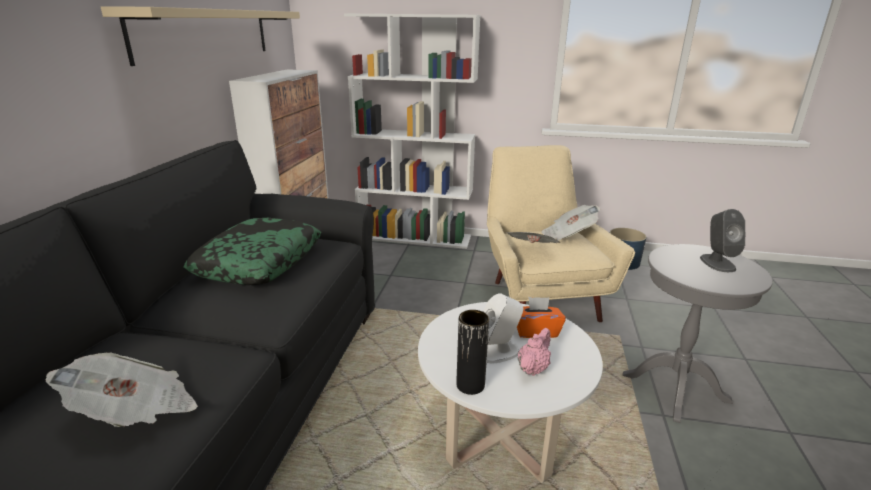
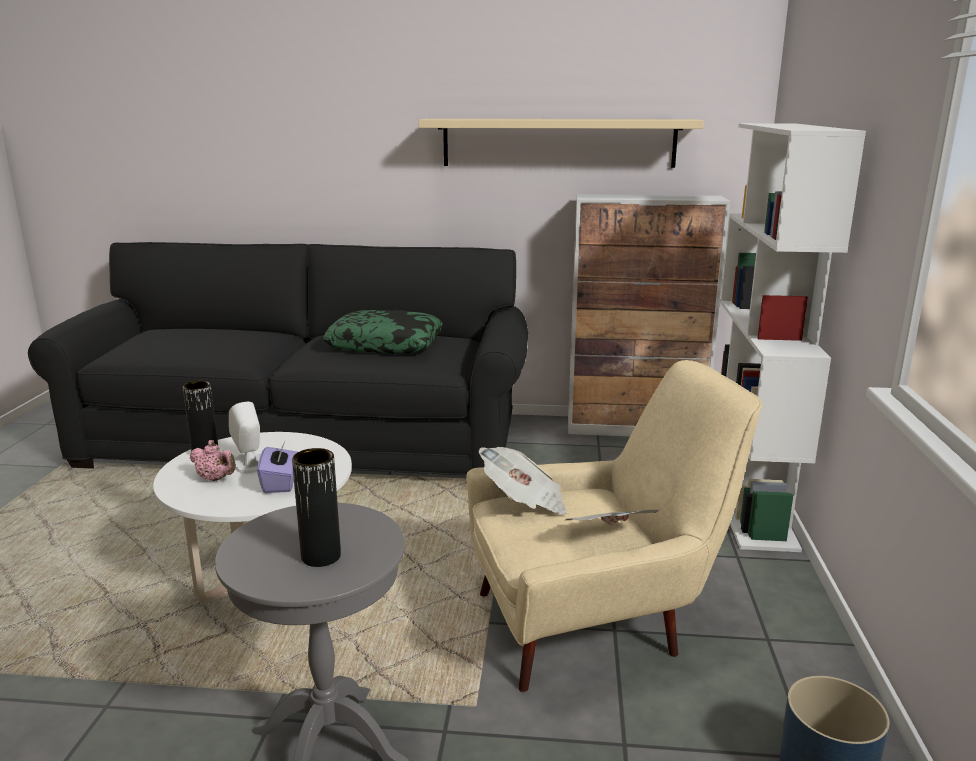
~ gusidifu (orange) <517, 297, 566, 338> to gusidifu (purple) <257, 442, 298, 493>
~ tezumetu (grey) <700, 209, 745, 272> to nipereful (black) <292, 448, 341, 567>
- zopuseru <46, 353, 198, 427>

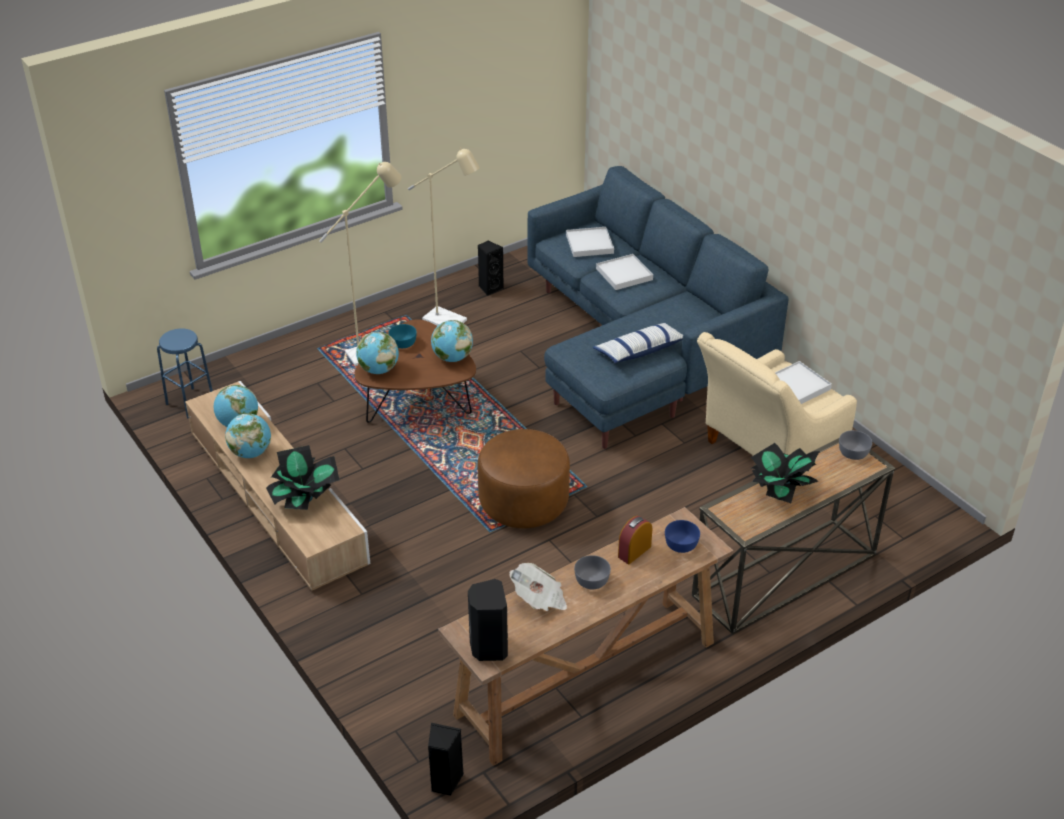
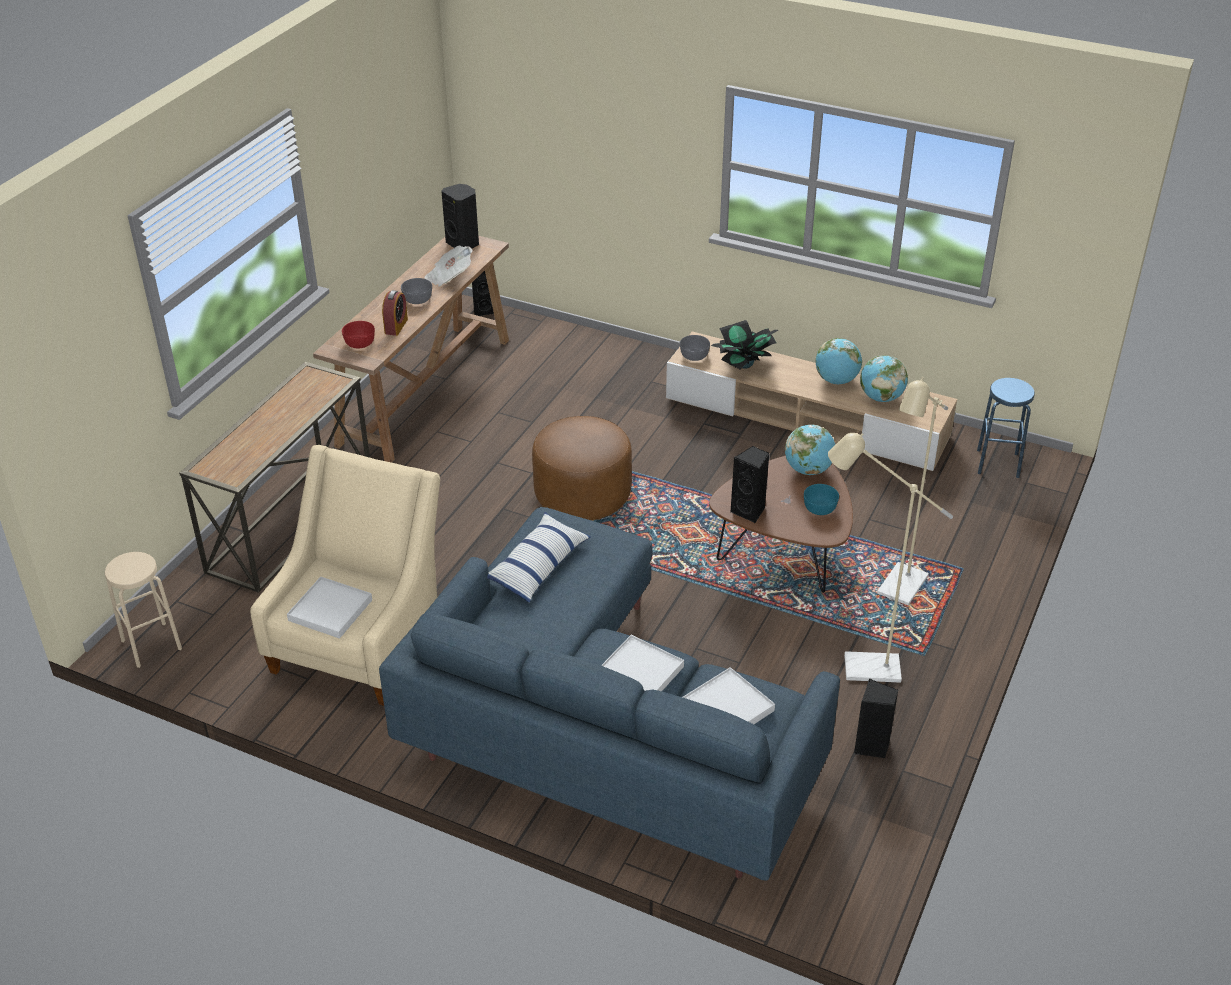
+ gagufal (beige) <105, 552, 182, 668>
~ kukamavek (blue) <665, 520, 700, 553> to kukamavek (red) <342, 321, 375, 349>
~ kukamavek (grey) <839, 430, 872, 460> to <680, 335, 710, 361>
~ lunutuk <431, 320, 473, 362> to tezumetu (black) <730, 446, 770, 523>
- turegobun <750, 443, 820, 503>

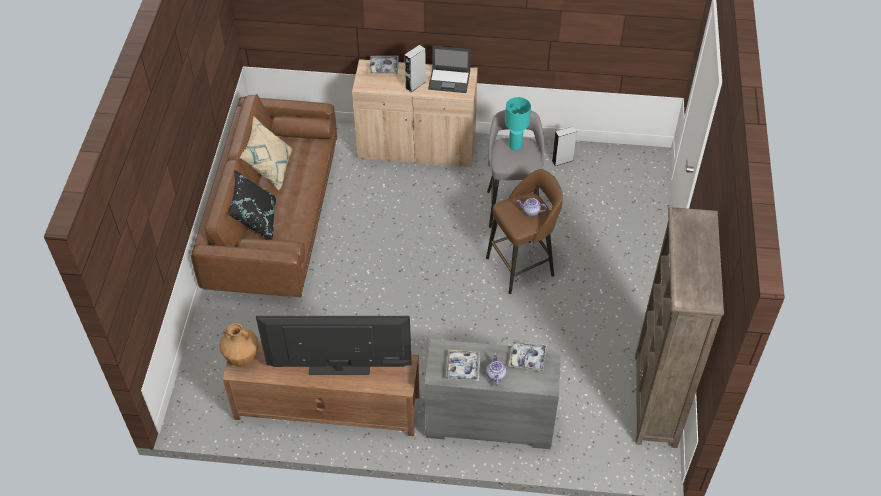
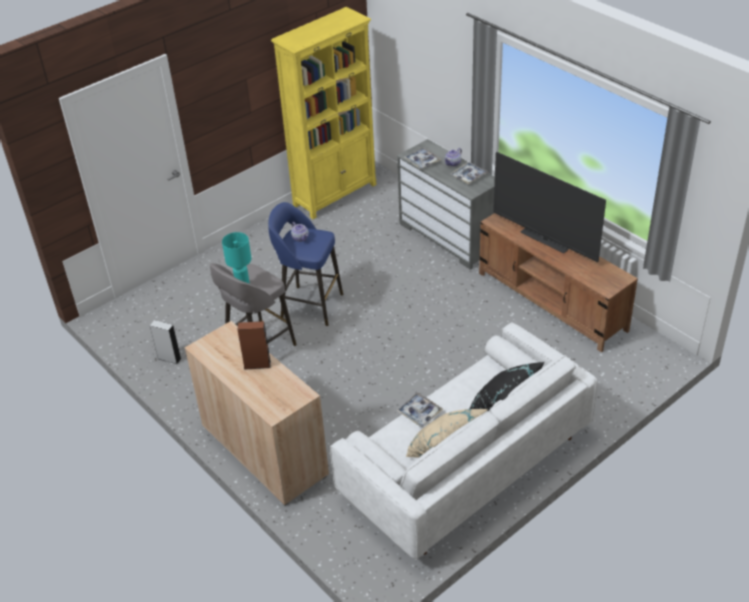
~ tezumetu (grey) <404, 45, 426, 92> to tezumetu (brown) <238, 321, 271, 370>
~ gagufal (brown) <486, 169, 563, 294> to gagufal (blue) <268, 202, 343, 326>
~ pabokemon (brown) <635, 207, 724, 448> to pabokemon (yellow) <271, 7, 376, 219>
~ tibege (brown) <191, 94, 337, 297> to tibege (white) <330, 322, 598, 560>
~ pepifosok <369, 56, 399, 74> to <396, 393, 443, 427>
- nipereful (brown) <219, 323, 259, 367>
- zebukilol <428, 46, 471, 93>

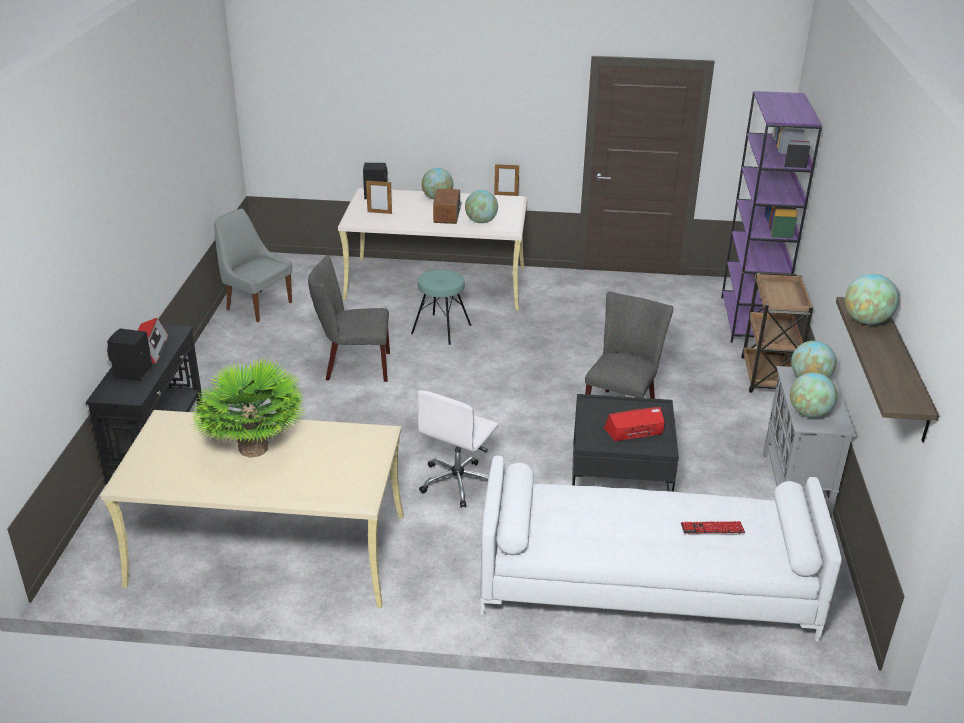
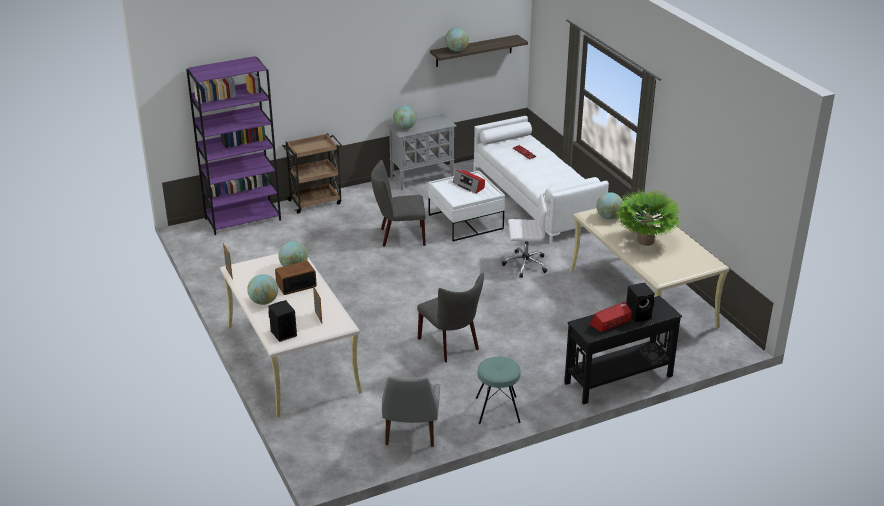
~ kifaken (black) <572, 394, 679, 492> to kifaken (white) <428, 171, 505, 242>
~ gagufal (turquoise) <411, 269, 471, 345> to <476, 356, 521, 424>
~ lunutuk <790, 372, 837, 418> to <596, 192, 623, 220>

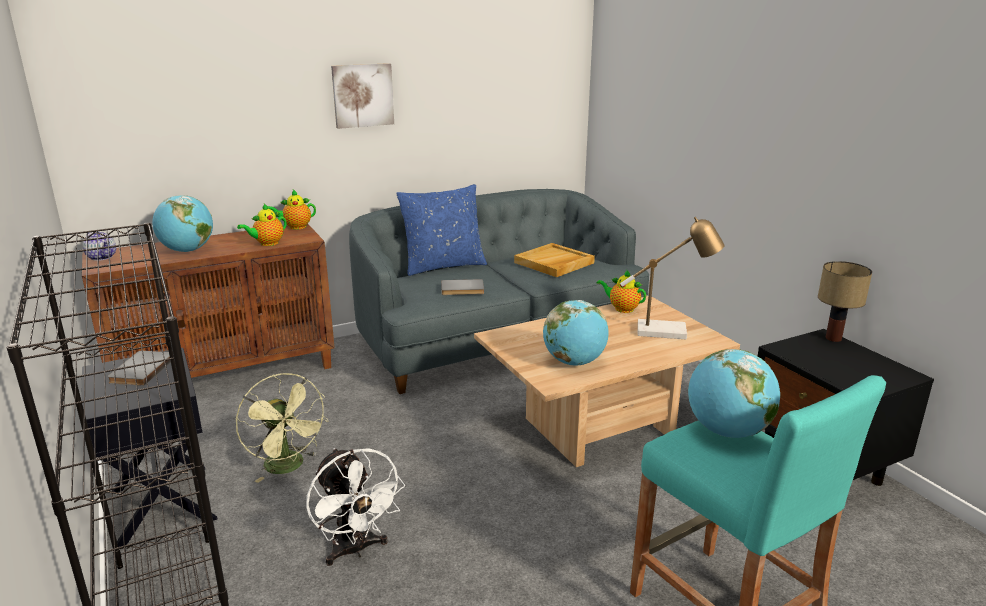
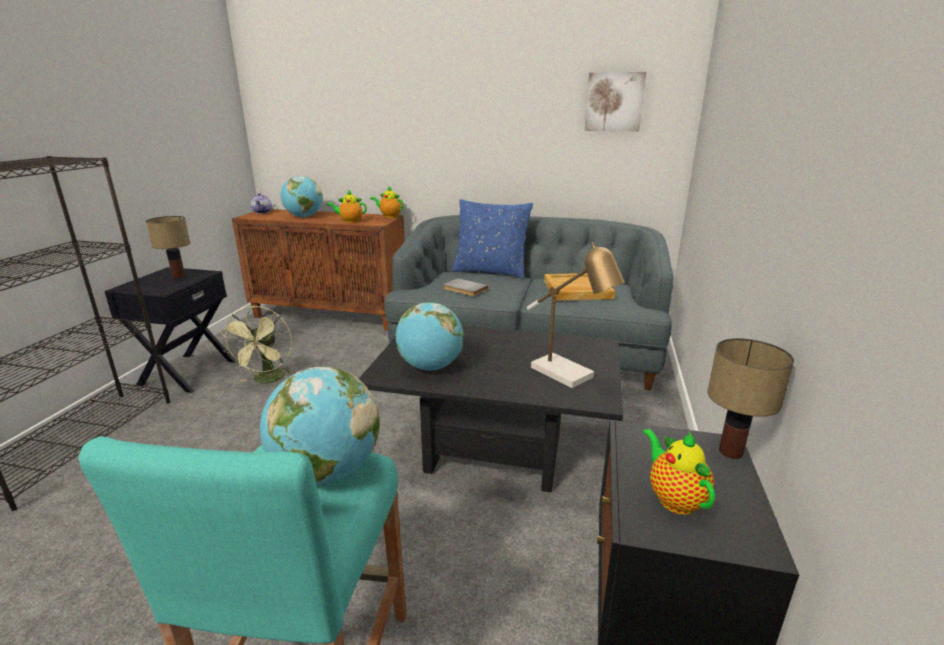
~ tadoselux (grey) <107, 351, 171, 386> to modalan <146, 216, 190, 278>
~ kifaken (beige) <474, 296, 740, 467> to kifaken (black) <359, 325, 623, 492>
~ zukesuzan <331, 63, 394, 129> to <585, 72, 646, 131>
~ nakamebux <597, 269, 646, 313> to <643, 429, 715, 515>
- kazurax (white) <306, 448, 405, 566>

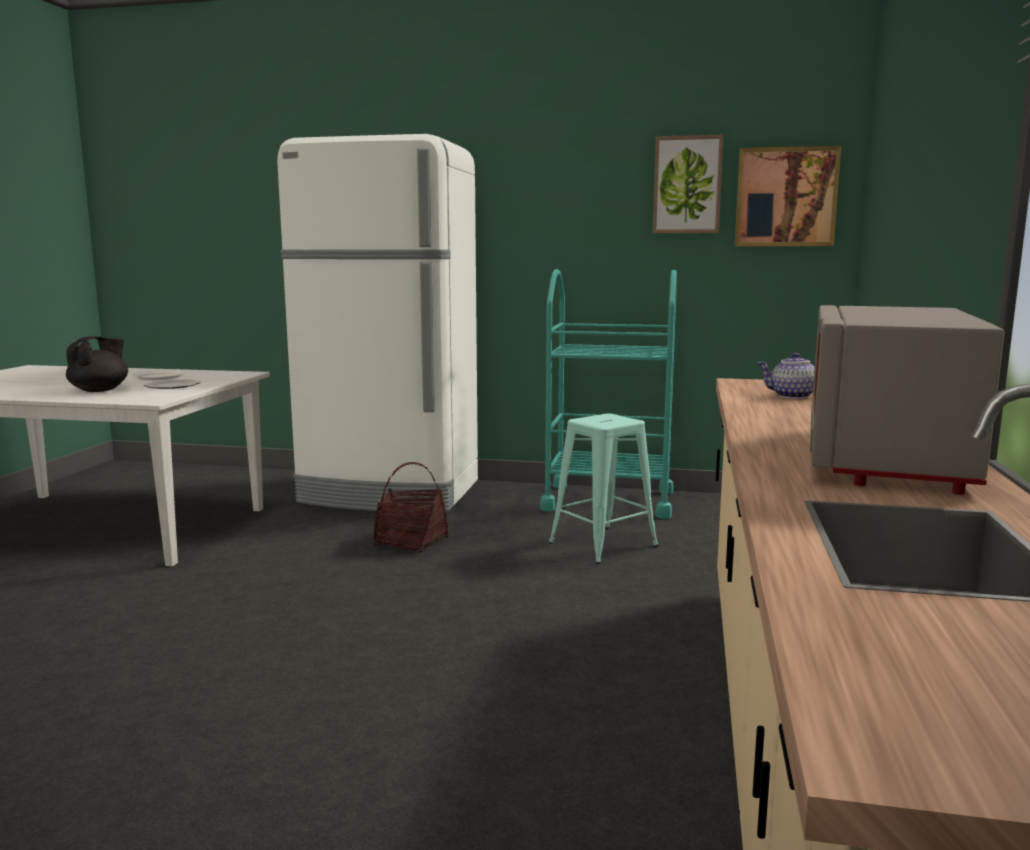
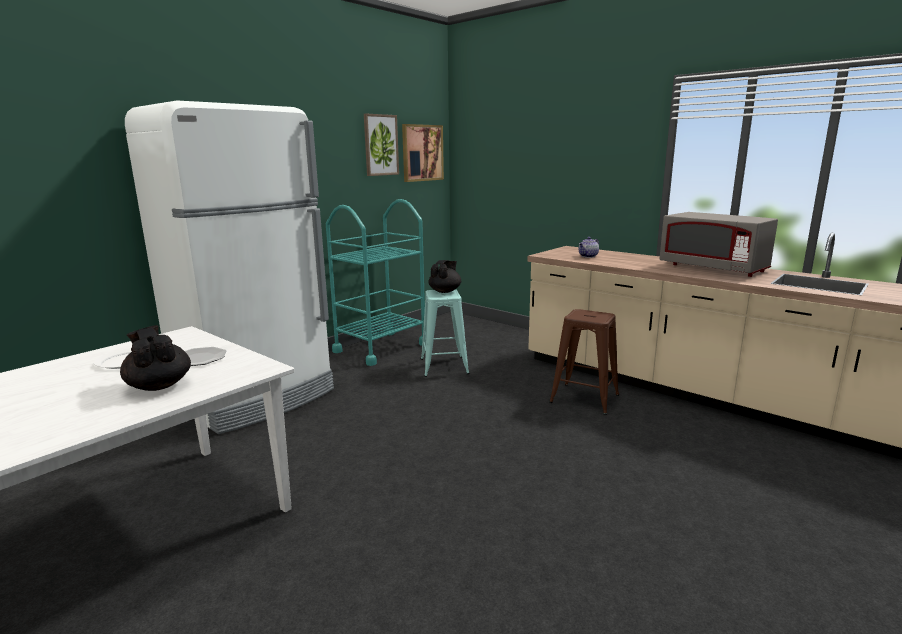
+ nakamebux (black) <429, 260, 461, 293>
+ gagufal (brown) <549, 309, 619, 415>
- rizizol <373, 462, 448, 553>

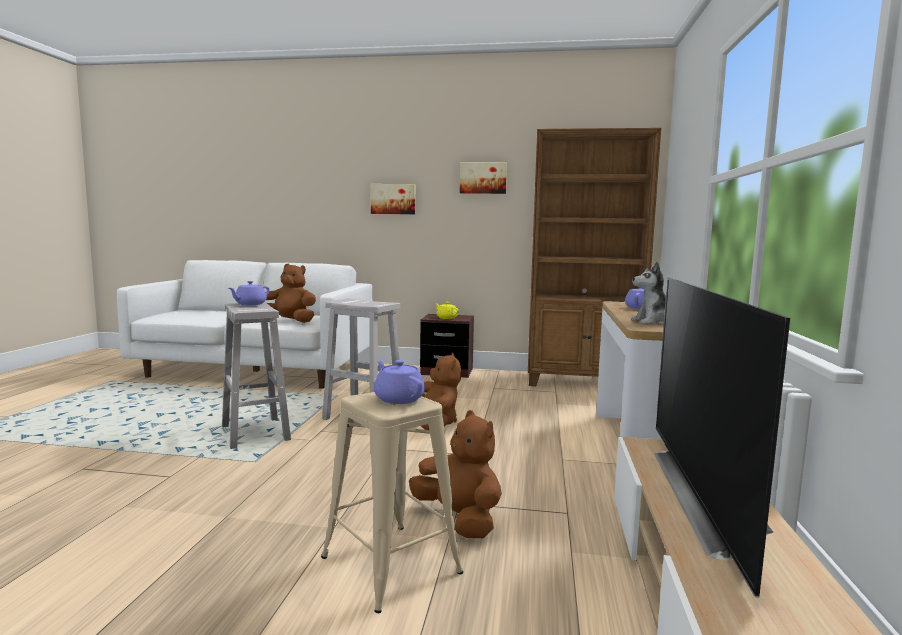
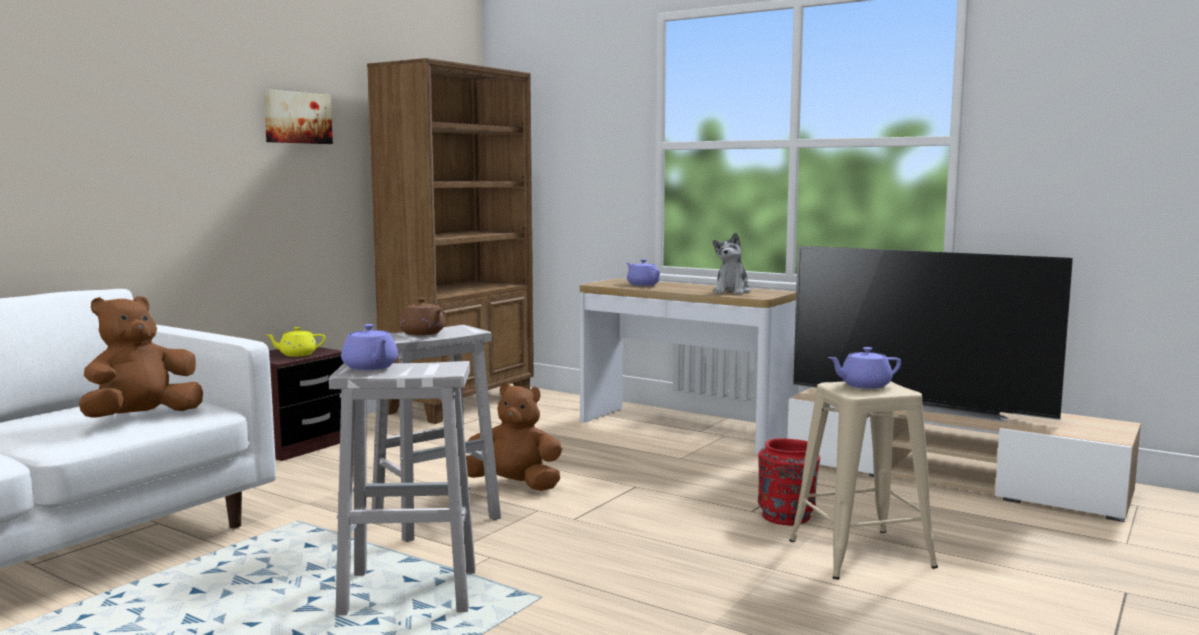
+ nakamebux (brown) <399, 298, 445, 335>
~ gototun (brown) <409, 410, 502, 538> to nipereful (red) <758, 438, 820, 525>
- zukesuzan <371, 184, 415, 214>

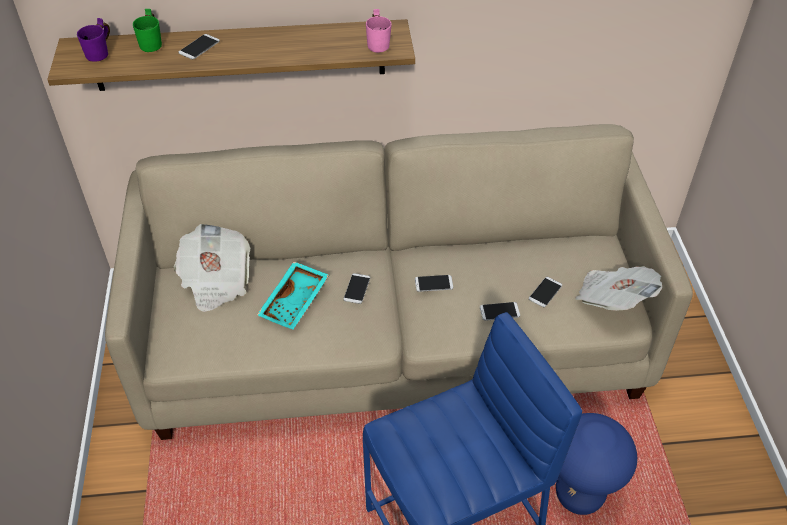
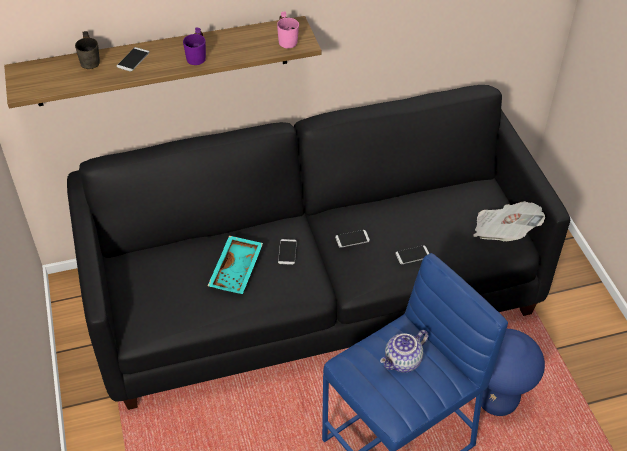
~ tibege (beige) <105, 124, 693, 440> to tibege (black) <67, 85, 570, 410>
~ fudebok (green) <133, 9, 162, 52> to fudebok (grey) <75, 31, 100, 69>
~ fudebok (purple) <77, 18, 110, 62> to <183, 28, 206, 65>
+ nakamebux <380, 330, 429, 373>
- zopuseru <174, 224, 250, 312>
- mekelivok <529, 277, 562, 307>

